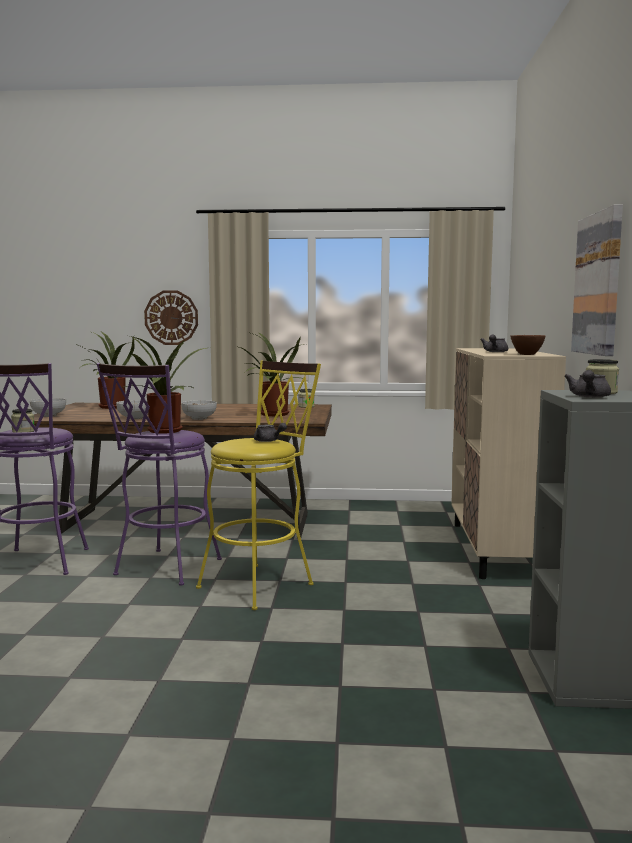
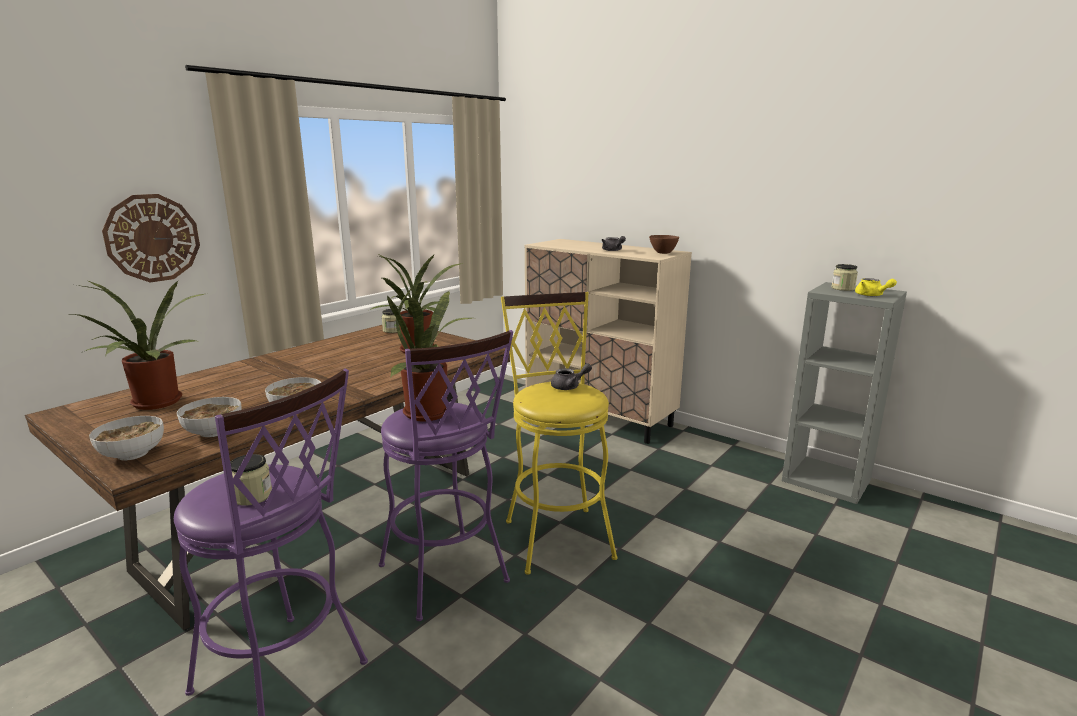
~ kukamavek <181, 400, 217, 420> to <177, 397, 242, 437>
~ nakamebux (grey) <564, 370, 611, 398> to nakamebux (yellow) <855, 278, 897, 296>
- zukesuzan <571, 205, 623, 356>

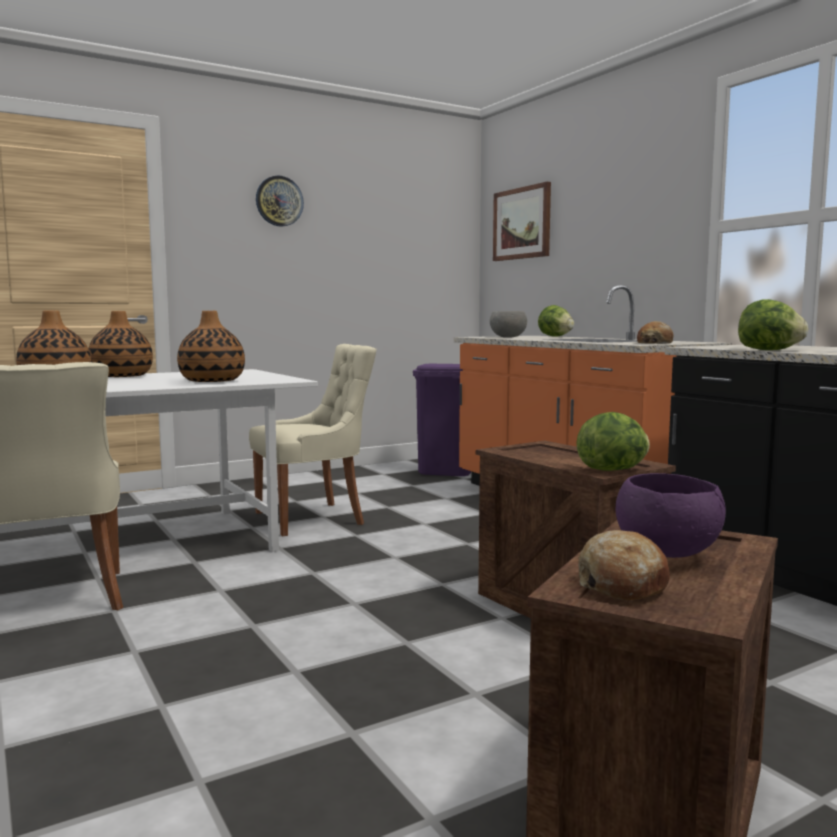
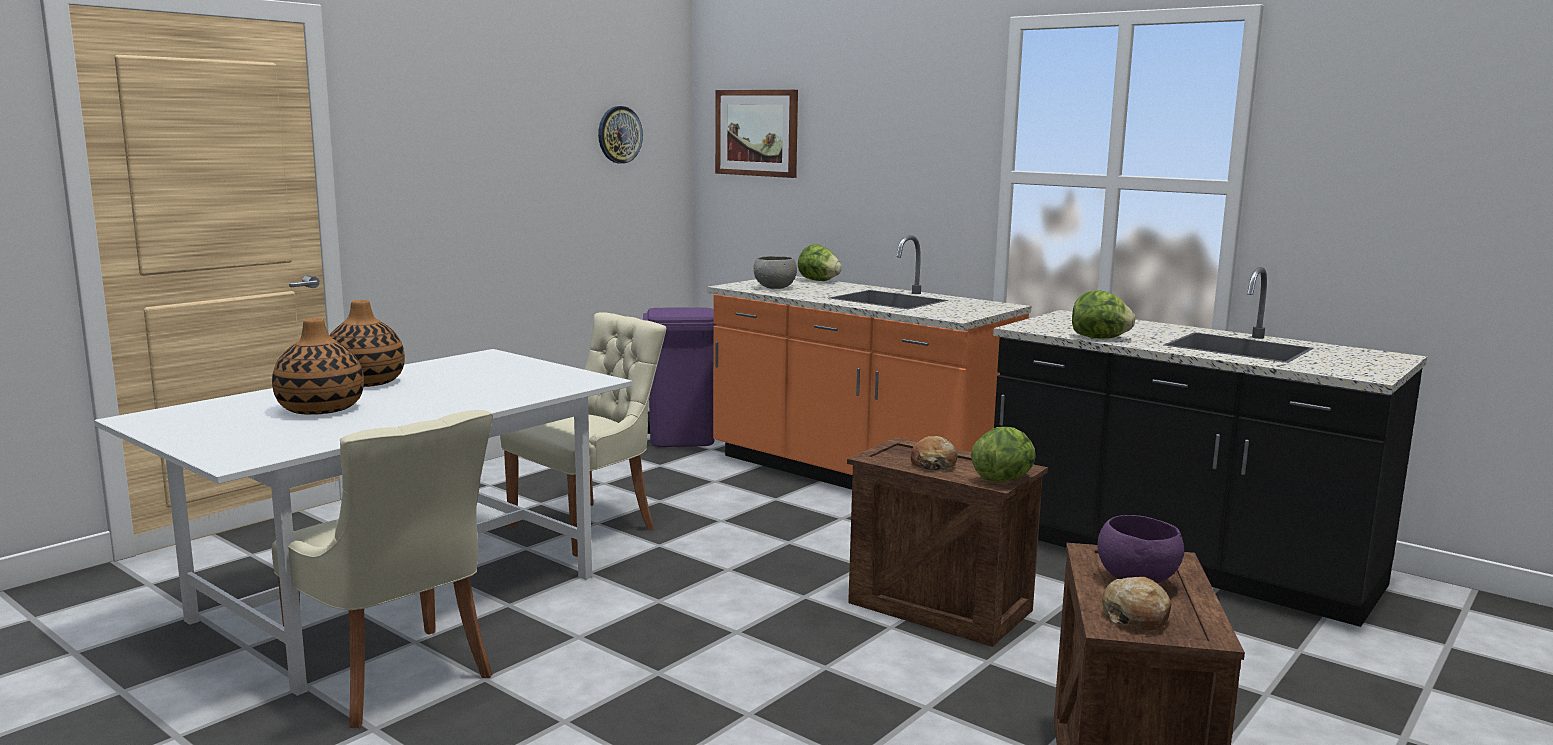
~ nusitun <256, 175, 304, 227> to <598, 106, 643, 164>
~ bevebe <637, 321, 674, 344> to <911, 436, 958, 471>
- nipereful <177, 311, 245, 382>

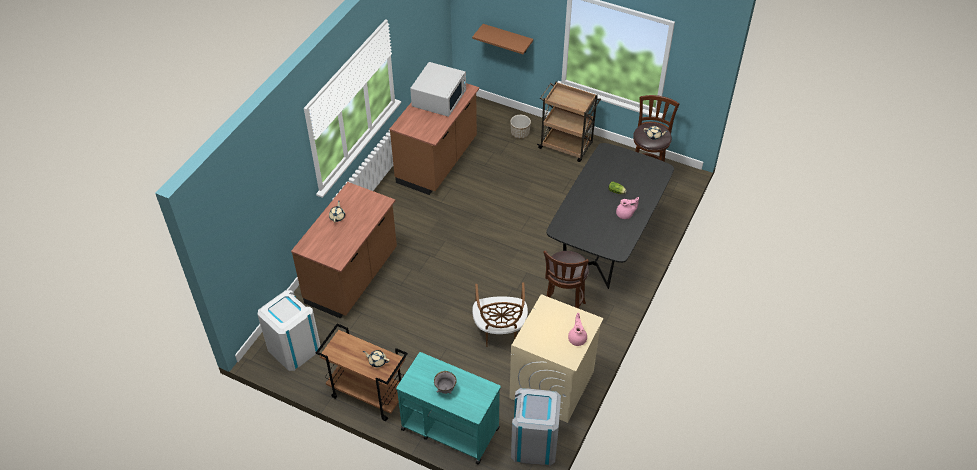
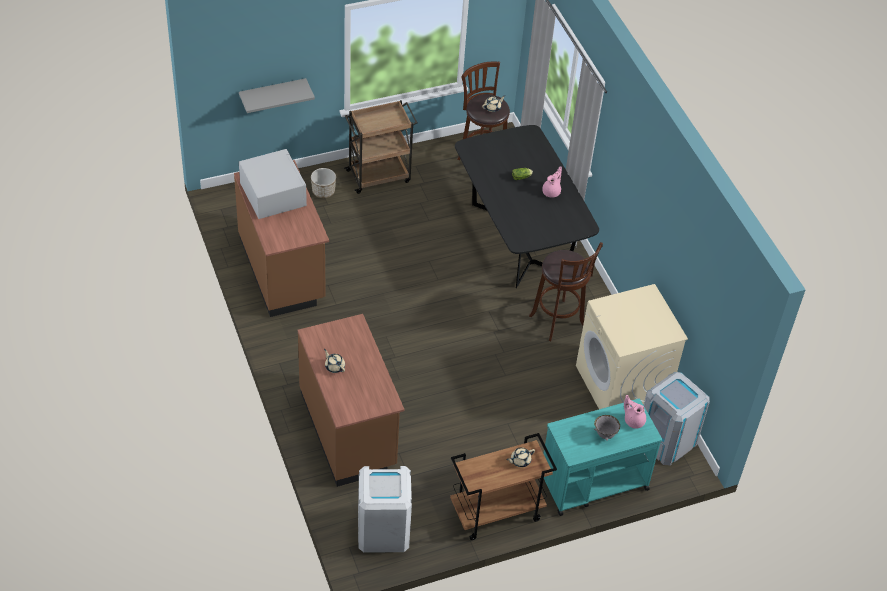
~ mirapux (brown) <472, 24, 533, 54> to mirapux (grey) <239, 78, 315, 113>
~ nakamebux (pink) <568, 313, 587, 346> to <624, 395, 646, 428>
- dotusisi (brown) <472, 283, 528, 347>

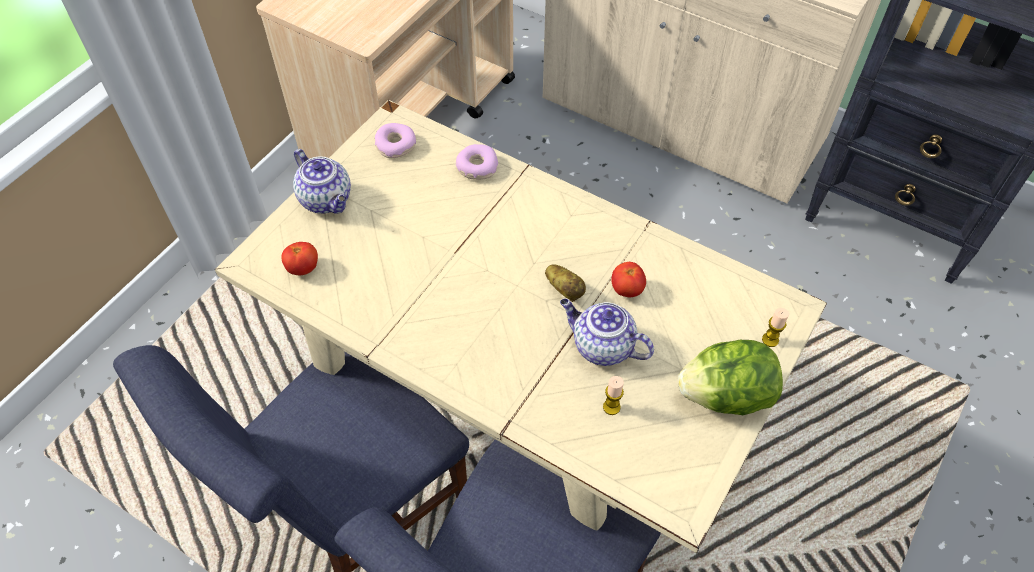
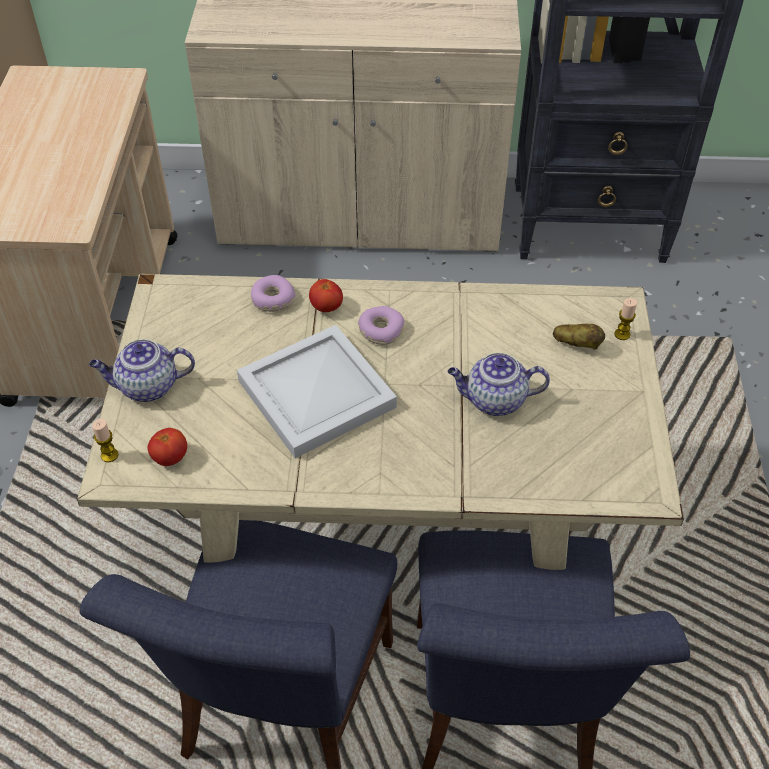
~ nakamebux <293, 149, 351, 214> = <89, 339, 195, 402> 150 degrees clockwise
~ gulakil <603, 376, 624, 415> to <92, 419, 118, 462>
+ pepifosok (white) <237, 325, 397, 458>
~ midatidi <611, 262, 646, 297> to <309, 279, 343, 312>
~ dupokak <375, 123, 416, 158> to <358, 306, 404, 345>
~ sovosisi <545, 264, 586, 302> to <553, 323, 605, 350>
- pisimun <678, 340, 783, 415>

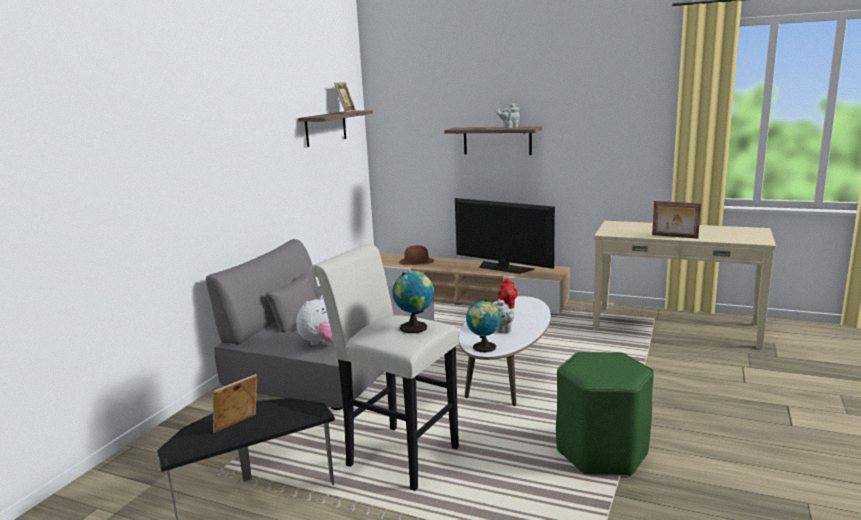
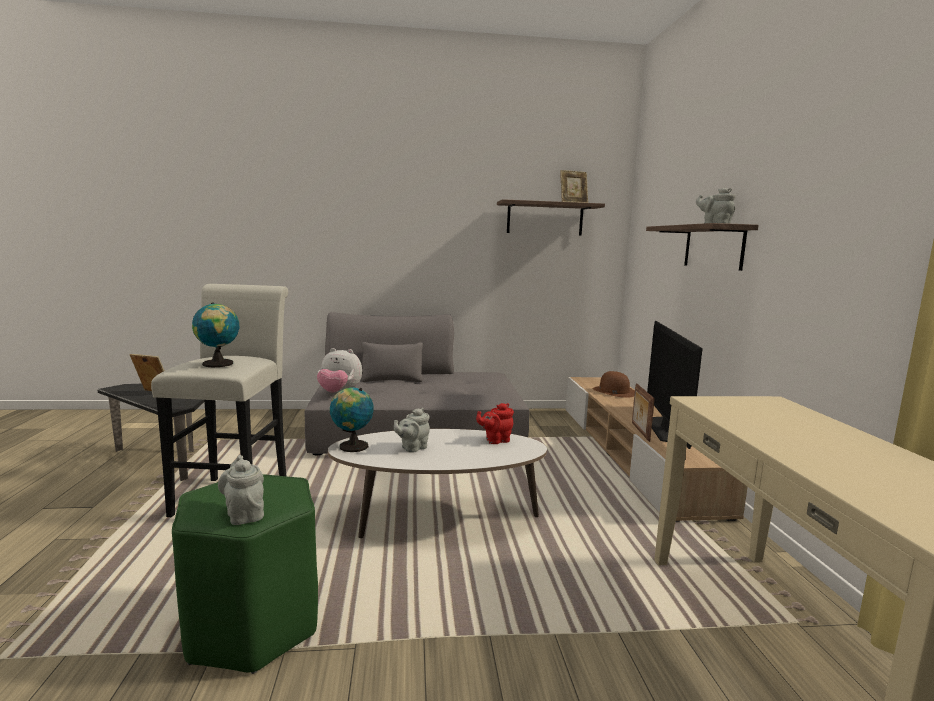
+ nakamebux (grey) <218, 455, 264, 525>
~ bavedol <652, 201, 701, 239> to <632, 383, 655, 442>

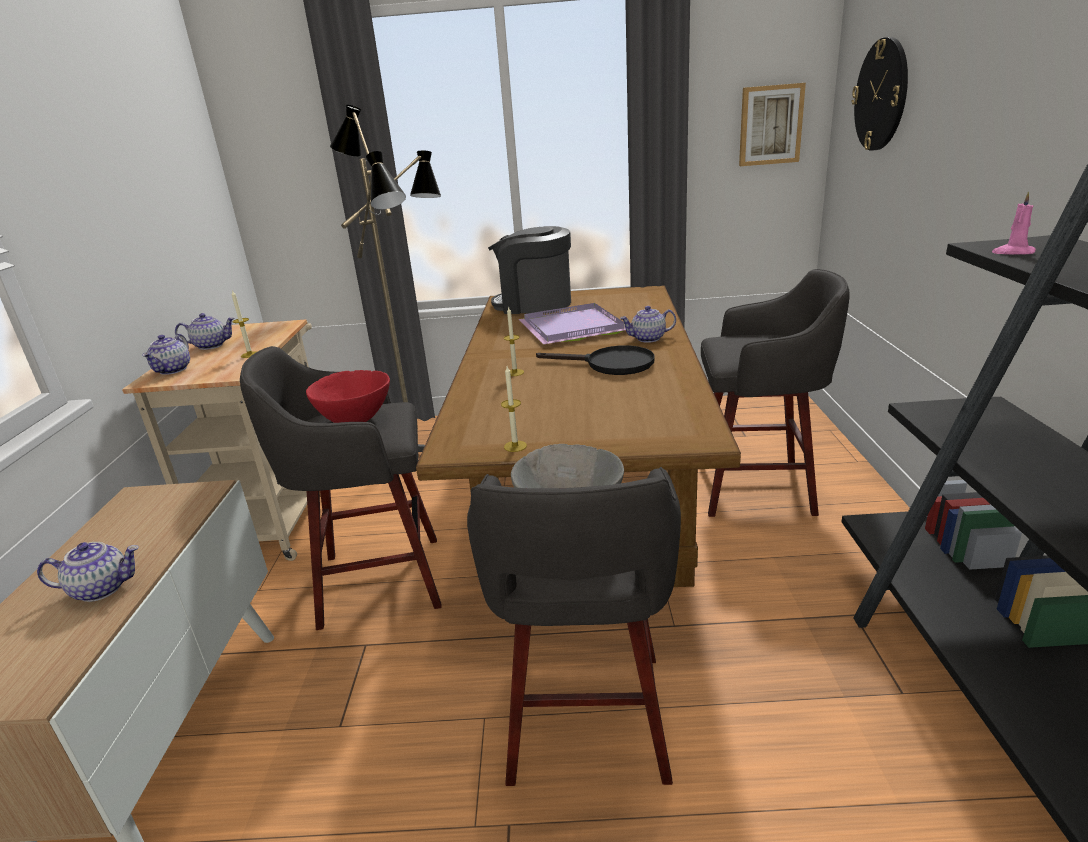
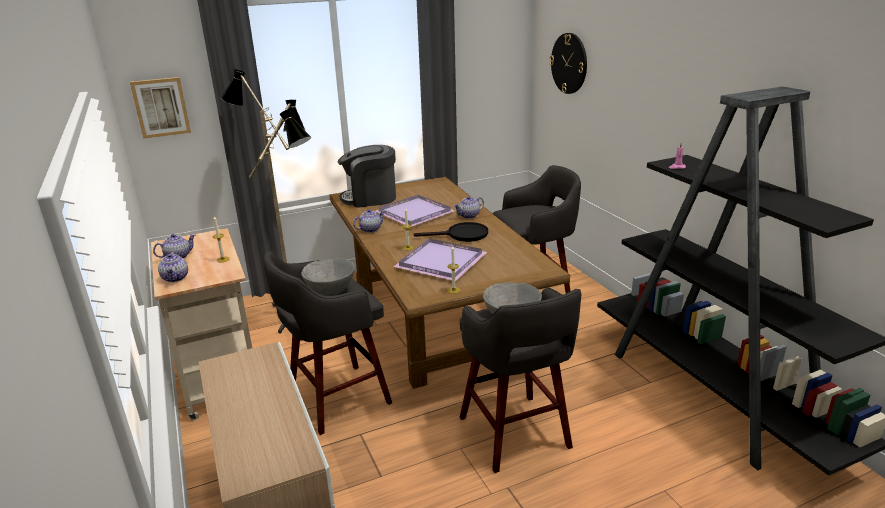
~ zukesuzan <739, 83, 806, 166> to <130, 77, 191, 139>
~ kukamavek (red) <306, 370, 390, 423> to kukamavek (grey) <301, 258, 355, 296>
~ nakamebux <37, 542, 139, 602> to <353, 209, 385, 233>
+ pepifosok (purple) <394, 239, 487, 281>

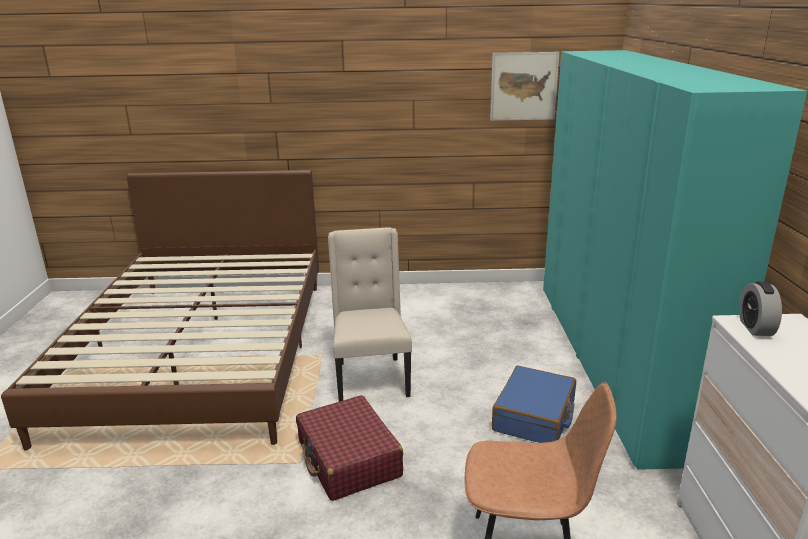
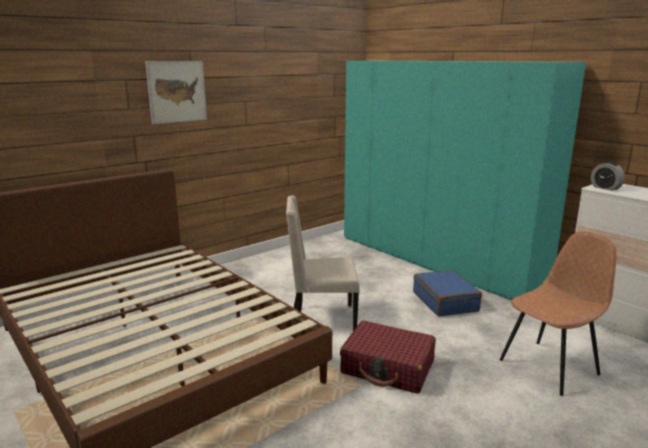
~ zukesuzan <490, 52, 559, 121> to <145, 61, 207, 124>
~ dotusisi (beige) <328, 228, 412, 402> = <286, 195, 360, 331> 45 degrees counterclockwise

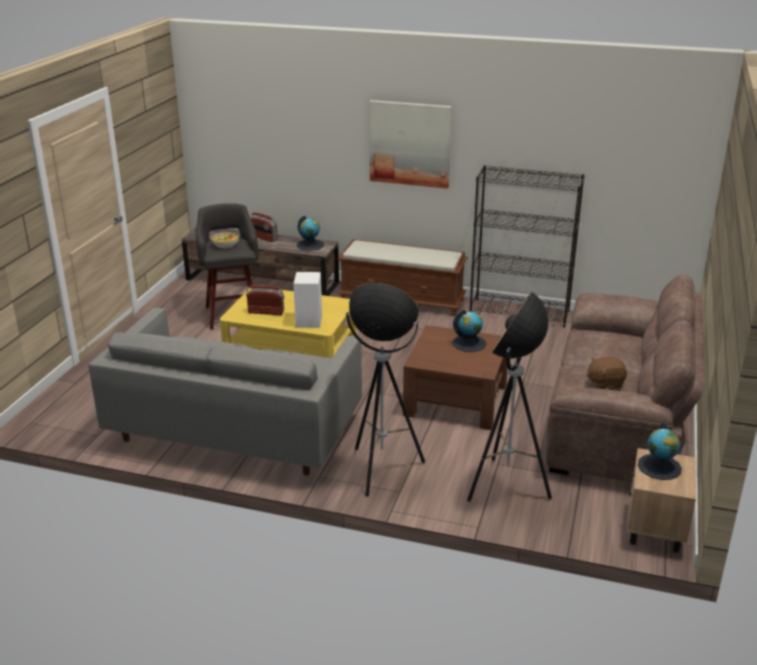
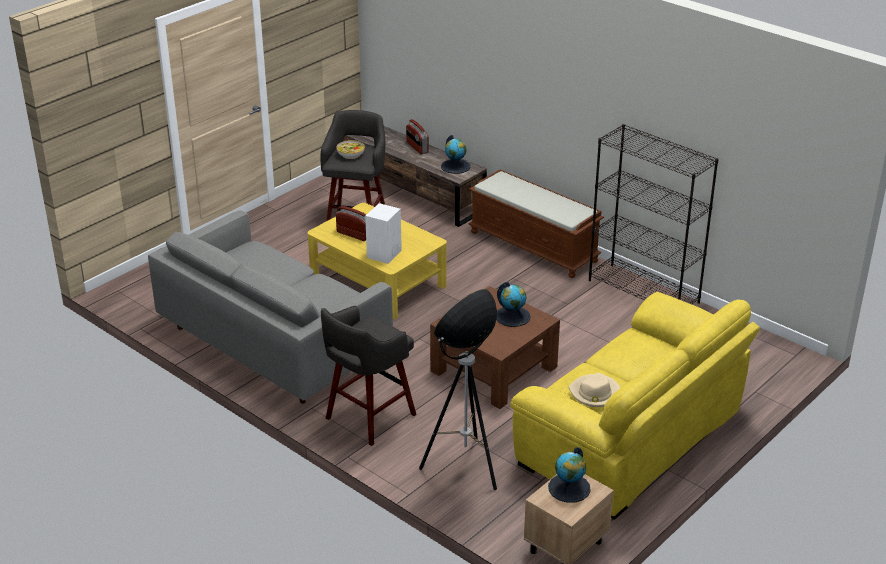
~ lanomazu <346, 283, 425, 497> to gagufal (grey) <321, 306, 416, 446>
~ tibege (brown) <546, 274, 704, 483> to tibege (yellow) <510, 292, 760, 520>
~ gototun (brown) <586, 356, 627, 389> to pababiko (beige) <569, 373, 620, 407>
- zukesuzan <369, 100, 452, 189>

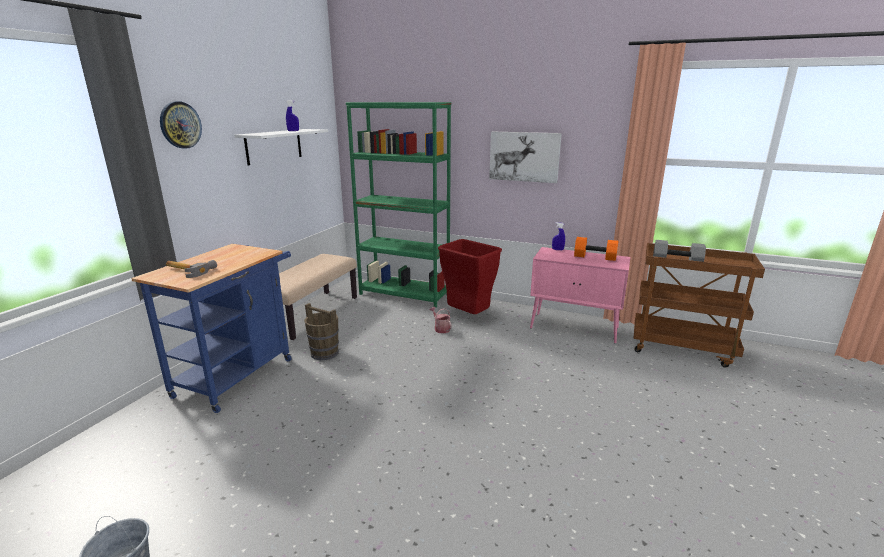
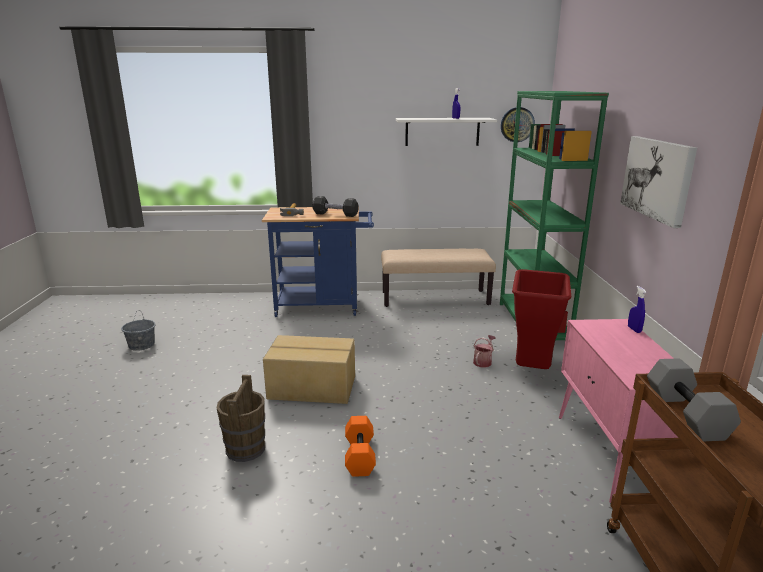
~ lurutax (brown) <304, 303, 339, 360> to <217, 375, 265, 462>
+ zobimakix <263, 335, 355, 404>
+ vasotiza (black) <312, 196, 359, 217>
~ vasotiza (orange) <574, 237, 618, 261> to <345, 416, 376, 477>
~ nusitun <160, 101, 202, 149> to <501, 107, 535, 142>

